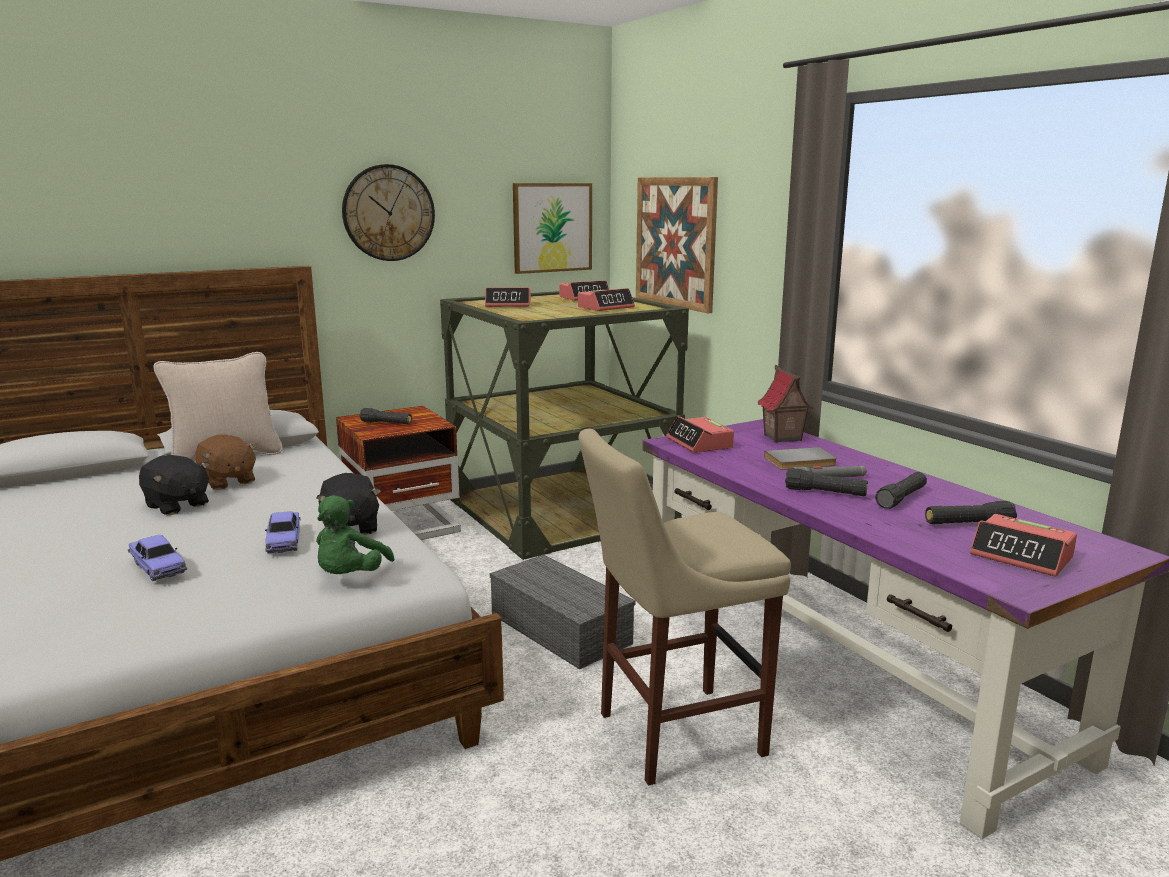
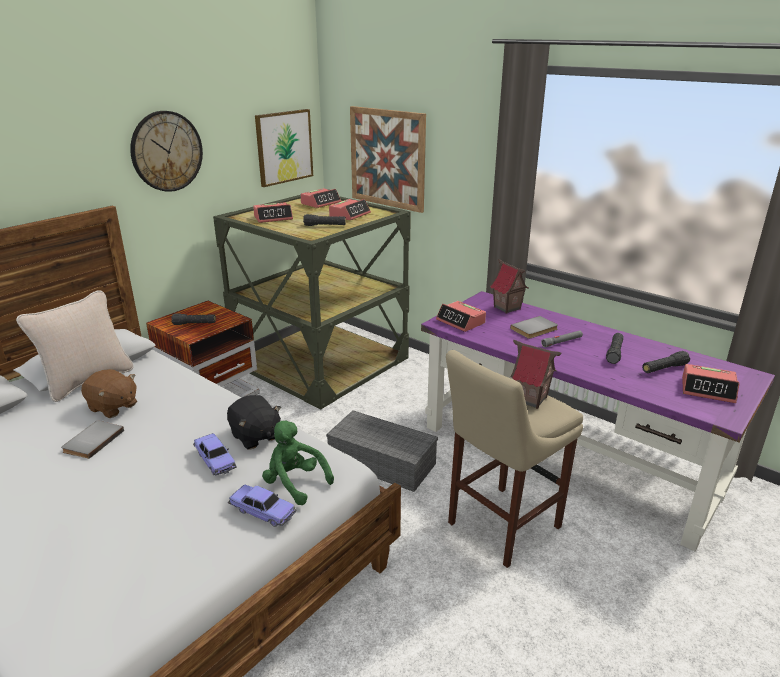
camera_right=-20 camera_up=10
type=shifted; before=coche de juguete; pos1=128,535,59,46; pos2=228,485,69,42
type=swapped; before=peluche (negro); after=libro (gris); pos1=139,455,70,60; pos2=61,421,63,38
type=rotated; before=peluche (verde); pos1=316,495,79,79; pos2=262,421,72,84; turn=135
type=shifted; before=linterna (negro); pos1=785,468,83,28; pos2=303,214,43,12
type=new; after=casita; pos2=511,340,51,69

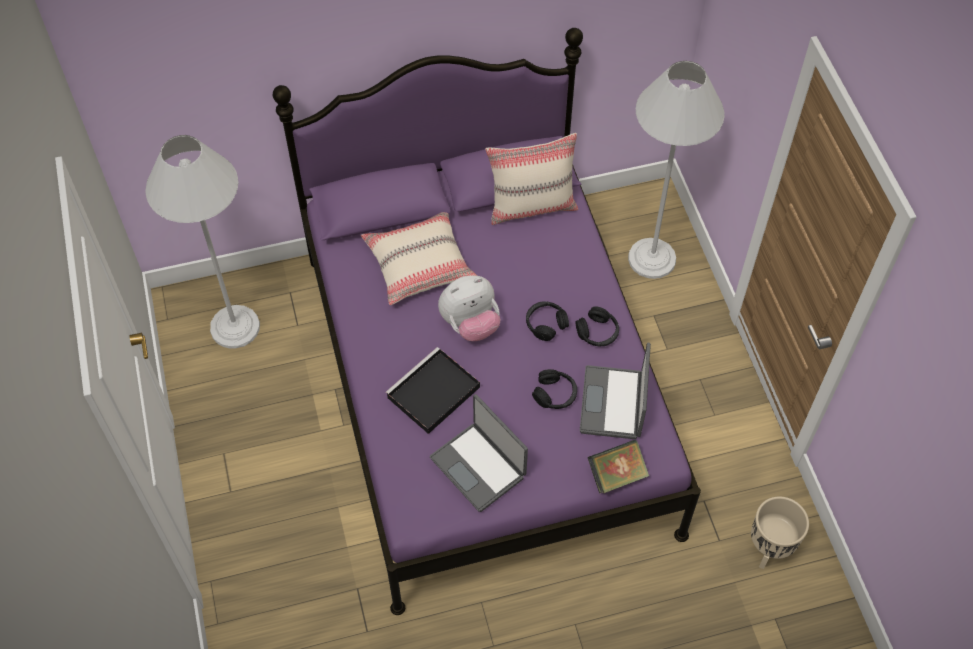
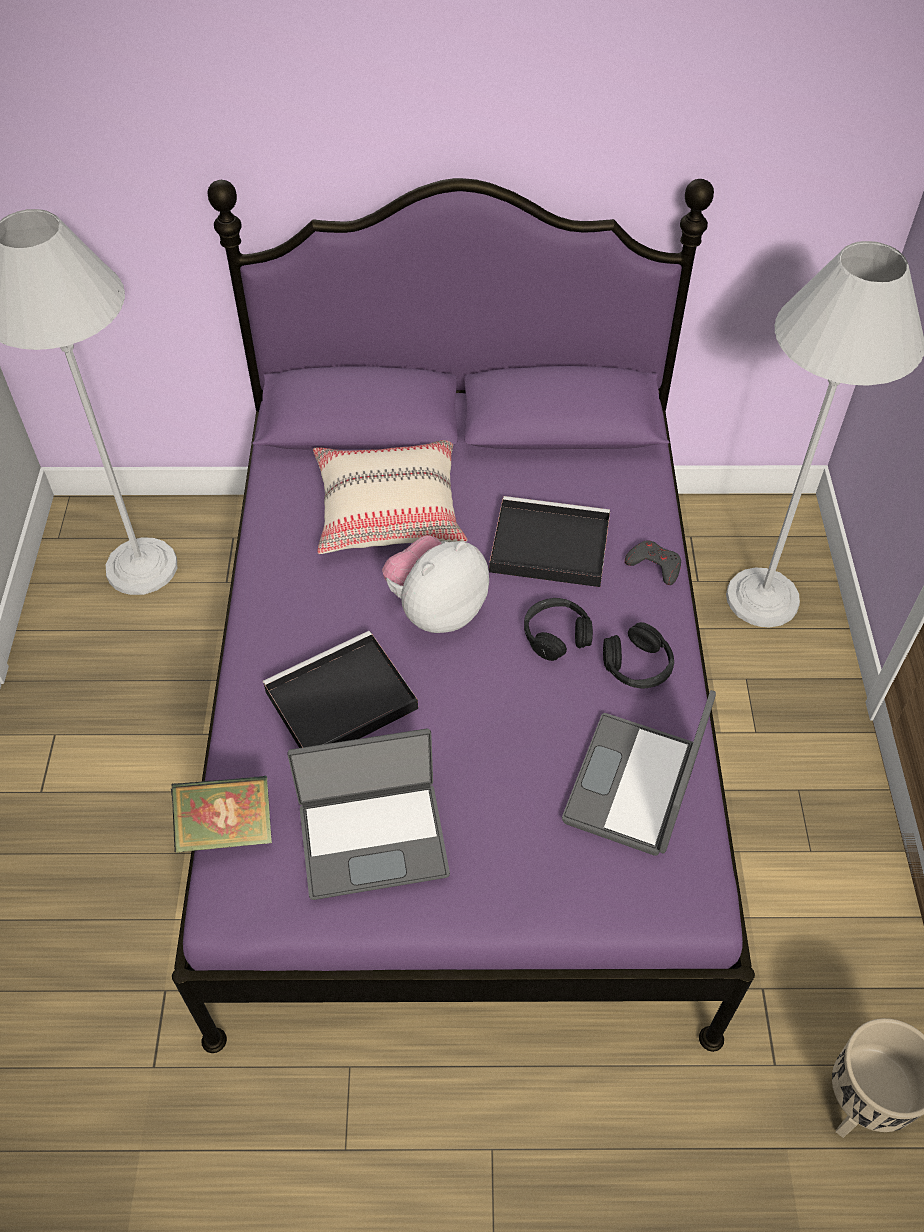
camera_right=15 camera_up=-5
type=rotated; before=portátil; pos1=430,394,98,118; pos2=287,729,163,171; turn=-75
type=rotated; before=peluche; pos1=438,275,62,66; pos2=382,535,107,98; turn=150
type=gone; before=cojín (beis); pos1=485,133,94,92
type=gone; before=auriculares (negro); pos1=532,369,45,40
type=shifted; before=libro; pos1=587,440,62,54; pos2=171,776,101,77
type=new; after=bandeja (negro); pos2=489,496,121,91
type=new; after=mando de consola (gris); pos2=625,540,56,45

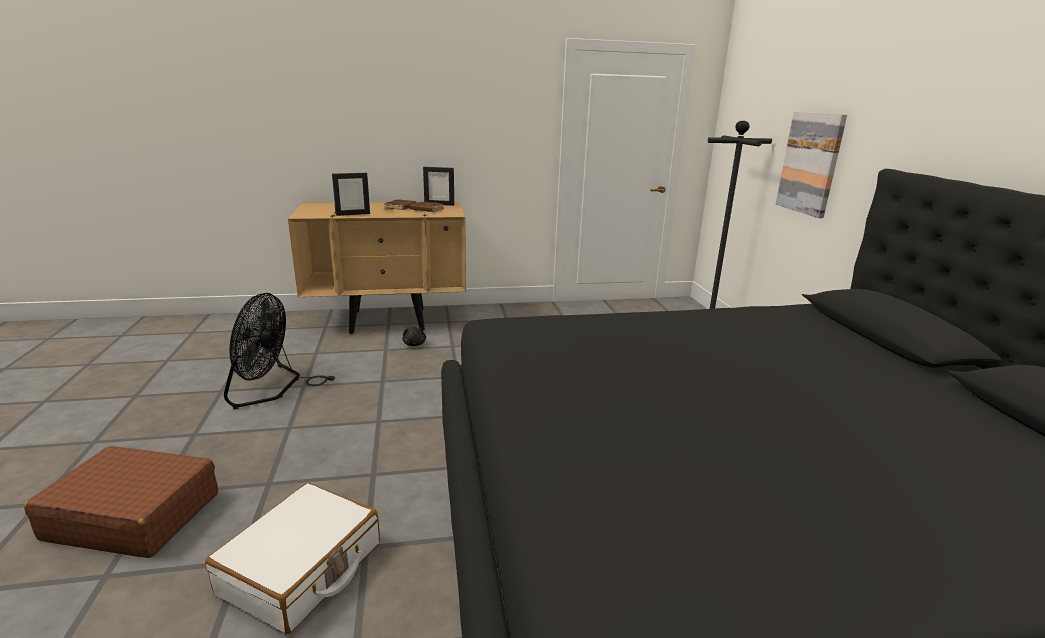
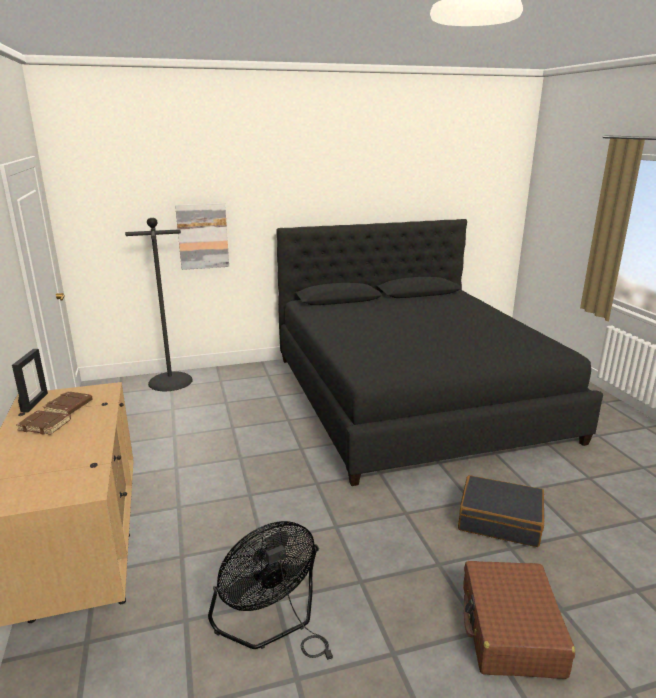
camera_right=-95 camera_up=0
type=repainted; before=maleta (blanco); after=maleta (negro); pos1=205,483,175,151; pos2=458,475,86,72
type=rotated; before=ventilador (negro); pos1=224,293,112,117; pos2=208,521,125,139; turn=150
type=gone; before=portarretratos; pos1=332,173,38,43
type=gone; before=peluche (negro); pos1=402,327,24,19

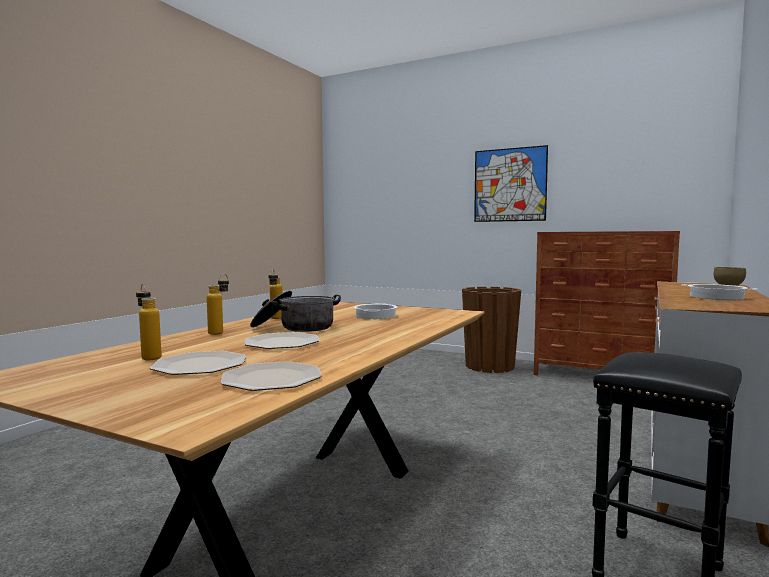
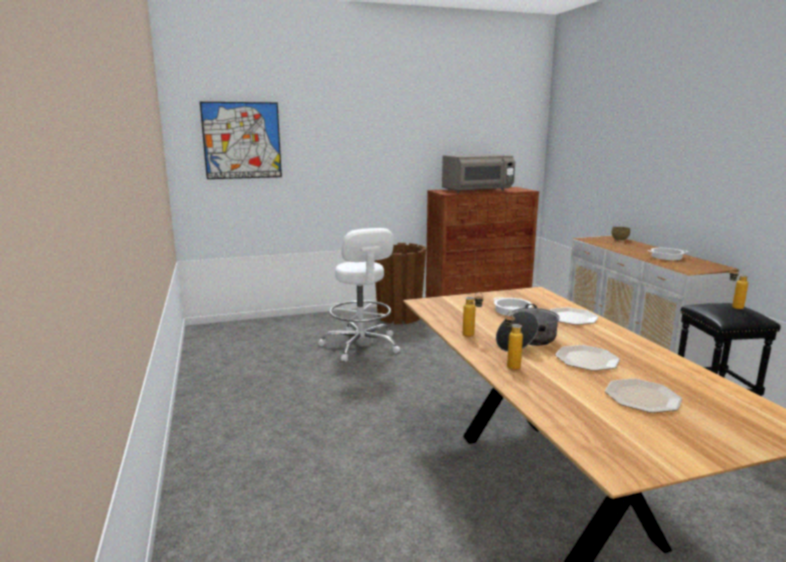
camera_right=-45 camera_up=10
type=shifted; before=botella; pos1=136,284,26,76; pos2=729,268,19,41
type=shifted; before=plato; pos1=221,361,101,30; pos2=550,307,49,18
type=shifted; before=cuadro; pos1=474,145,74,77; pos2=200,102,82,77
type=new; after=taburete (blanco); pos2=318,228,83,134
type=new; after=microondas (gris); pos2=442,154,73,39

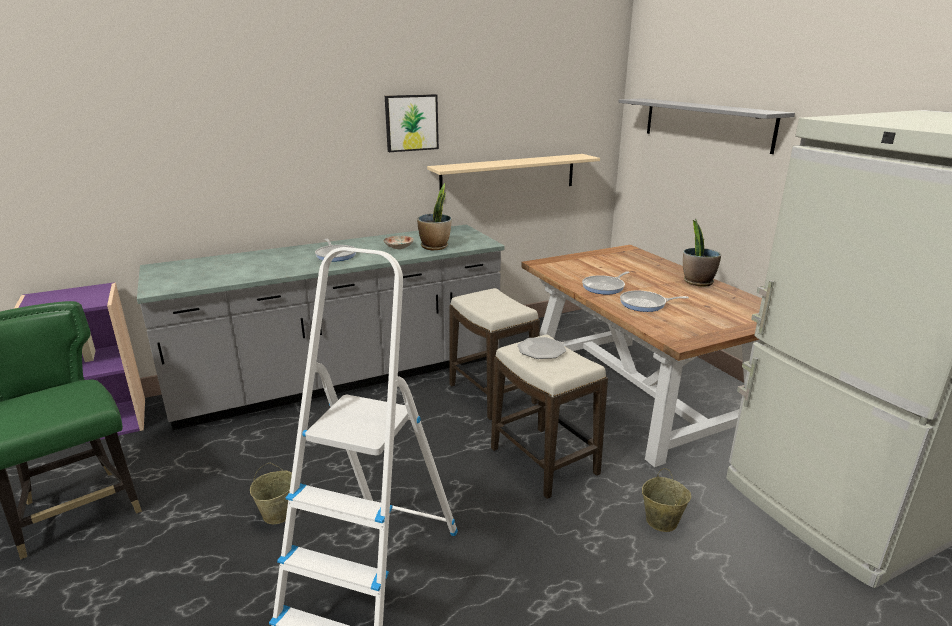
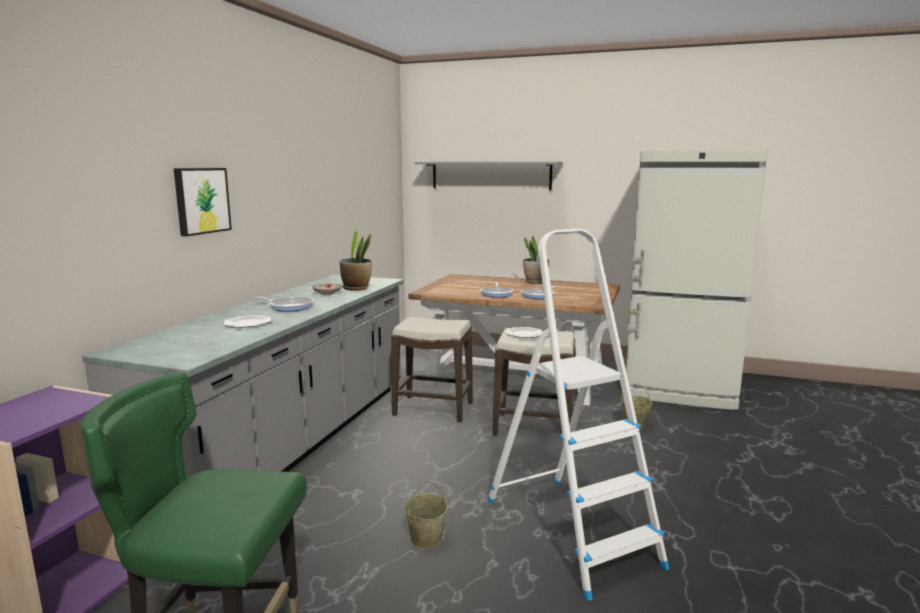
camera_right=-45 camera_up=-10
type=shifted; before=cuadro; pos1=385,94,54,58; pos2=174,168,58,69
type=gone; before=estante (beis); pos1=427,154,173,35
type=new; after=plato; pos2=223,315,48,13

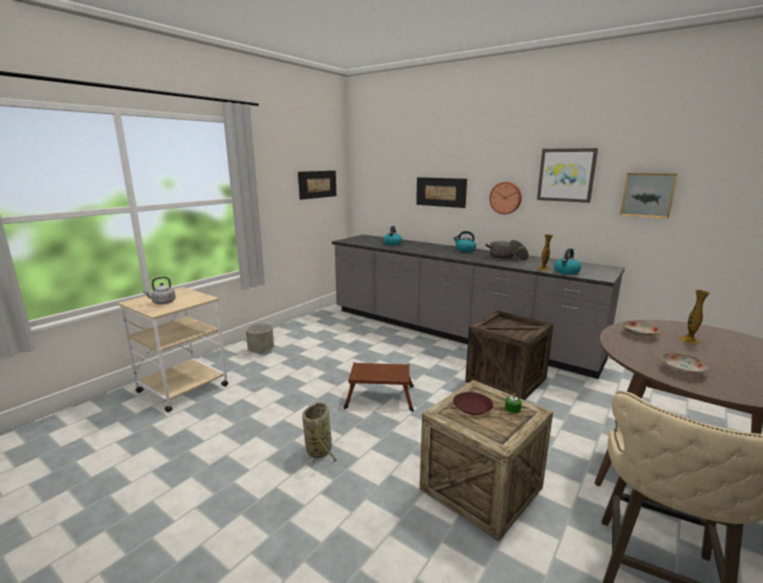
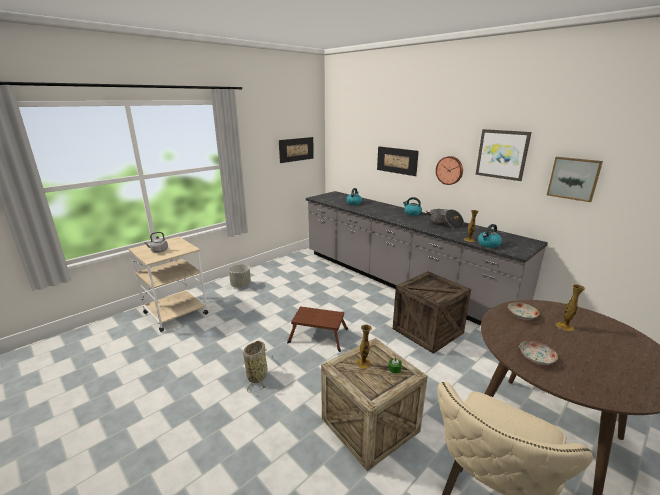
camera_right=10 camera_up=5
type=swapped; before=plato (marrón); after=florero; pos1=453,392,40,23; pos2=356,324,16,45

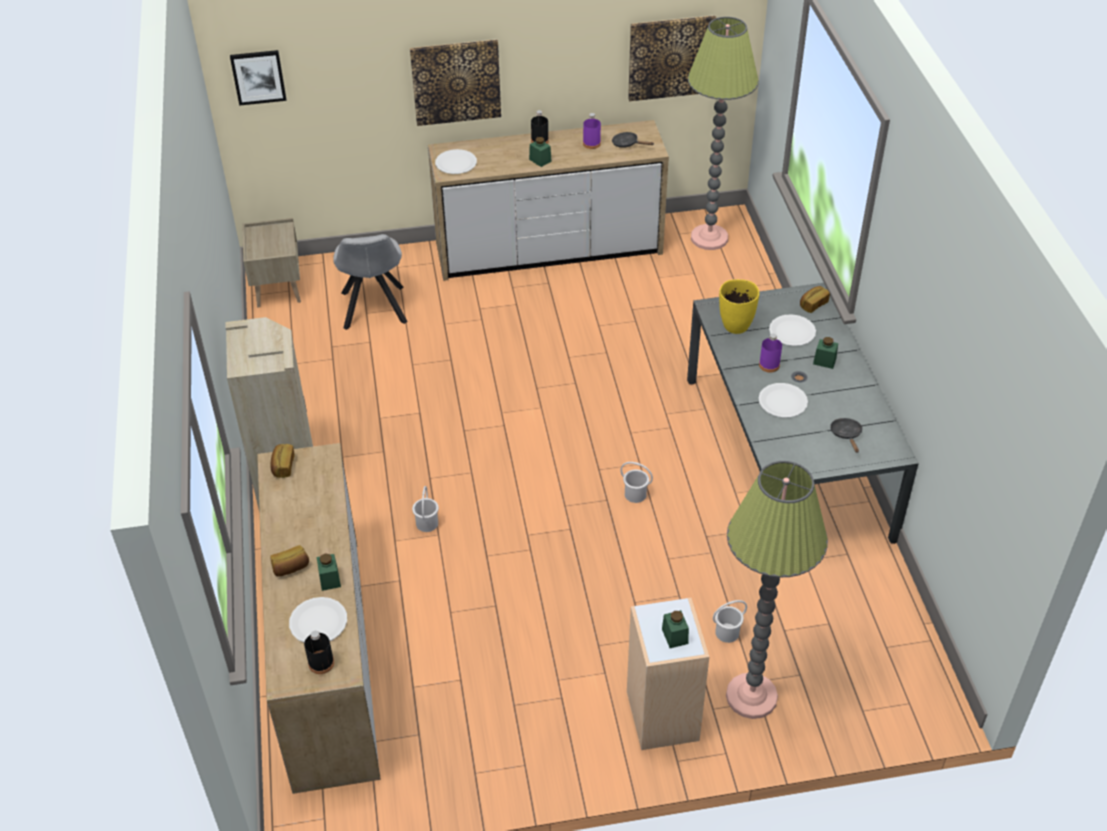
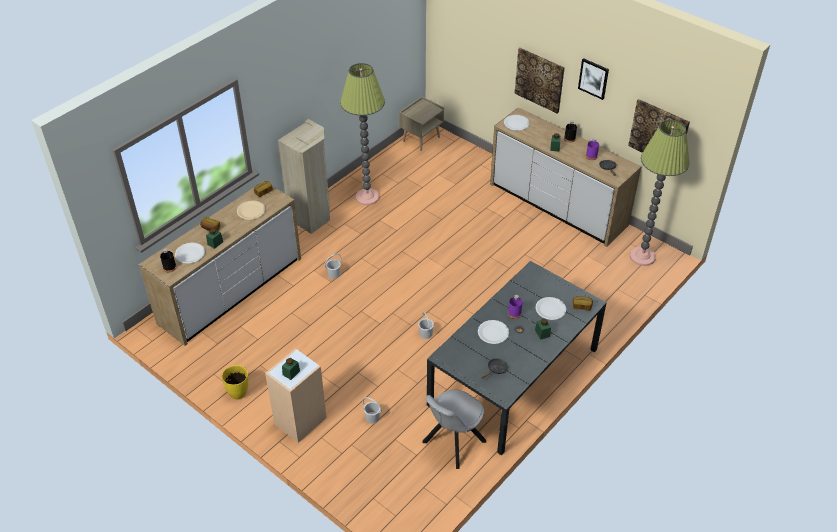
camera_right=50 camera_up=0
type=shifted; before=cuadro; pos1=230,50,57,56; pos2=578,58,31,42
type=shifted; before=silla (gris); pos1=333,234,75,96; pos2=423,389,63,80
type=shifted; before=florero (amarillo); pos1=719,279,40,55; pos2=222,365,26,34
type=shifted; before=lámpara de pie; pos1=726,461,102,258; pos2=340,63,45,142
type=new; after=plato (beis); pos2=237,201,28,19

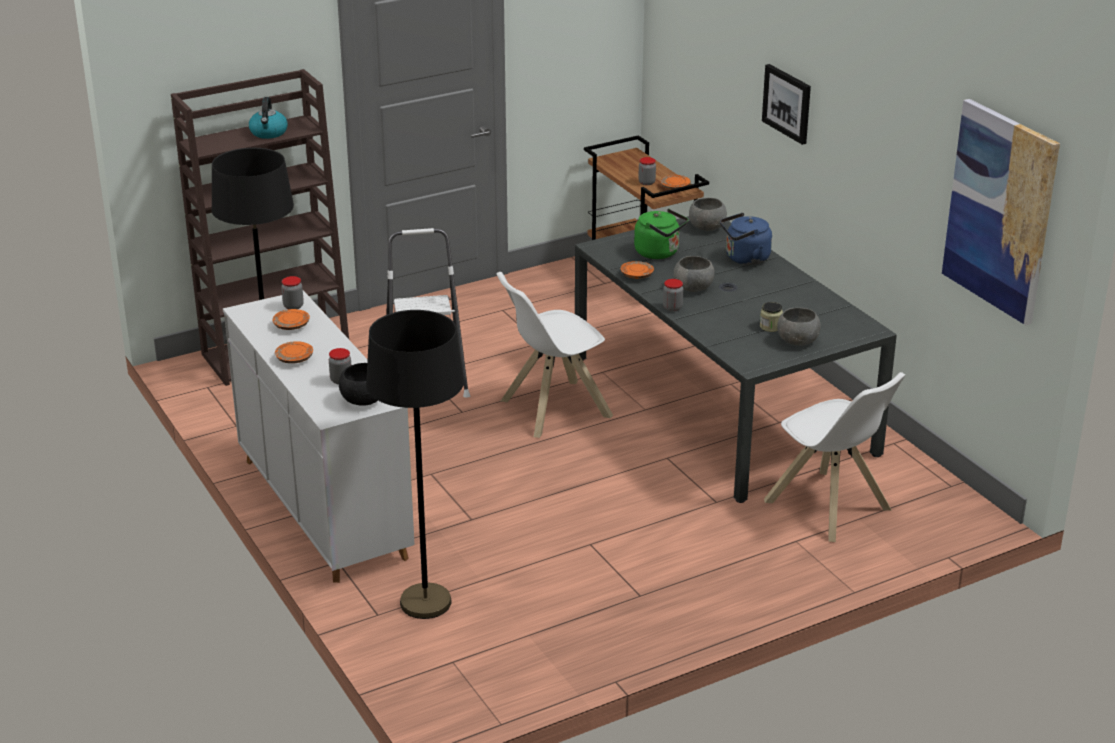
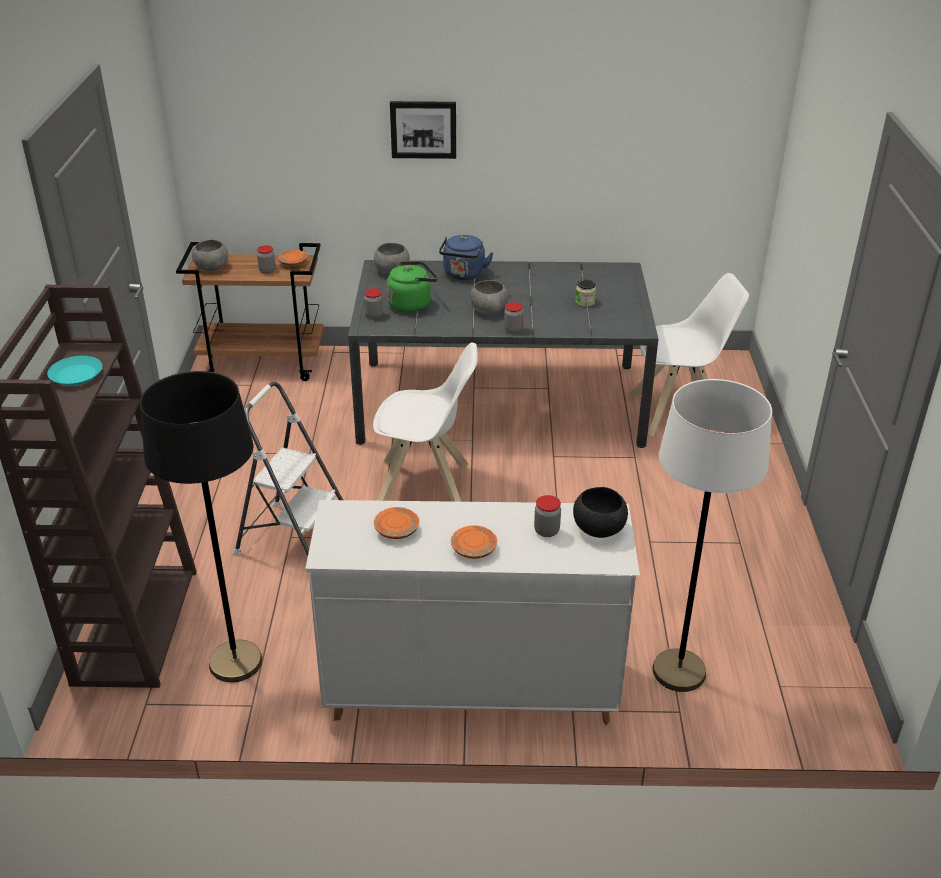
camera_right=-60 camera_up=5
type=swapped; before=hervidor; after=plato (turquesa); pos1=249,97,39,42; pos2=47,356,55,30
type=shifted; before=tarro; pos1=281,276,23,33; pos2=364,288,19,31
type=repainted; before=lámpara de pie (negro); after=lámpara de pie (blanco); pos1=366,310,98,309; pos2=652,379,120,313
type=rotated; before=silla (blanco); pos1=496,272,117,166; pos2=373,342,105,160; turn=-90
type=gone; before=plato (naranja); pos1=620,261,34,18
type=shifted; before=cuenco (gris); pos1=777,307,44,39; pos2=192,240,36,31
type=gone; before=cuadro; pos1=942,99,118,226

